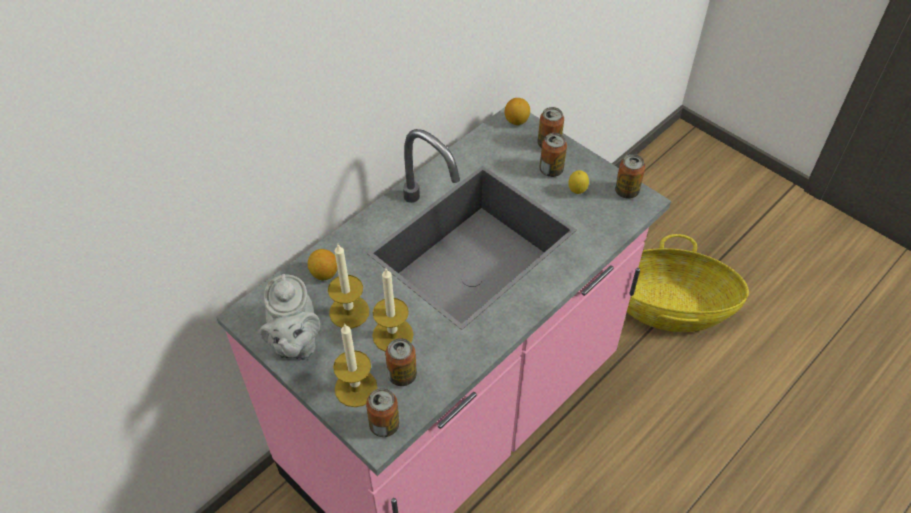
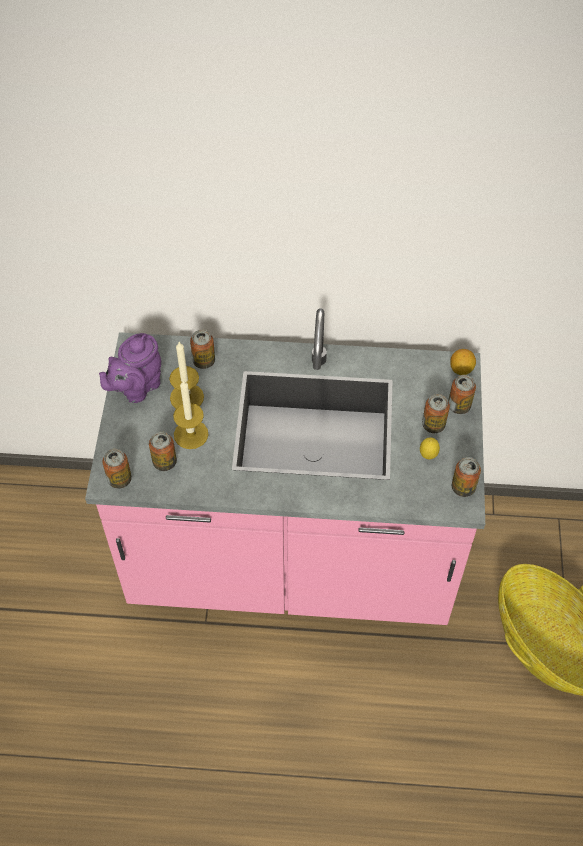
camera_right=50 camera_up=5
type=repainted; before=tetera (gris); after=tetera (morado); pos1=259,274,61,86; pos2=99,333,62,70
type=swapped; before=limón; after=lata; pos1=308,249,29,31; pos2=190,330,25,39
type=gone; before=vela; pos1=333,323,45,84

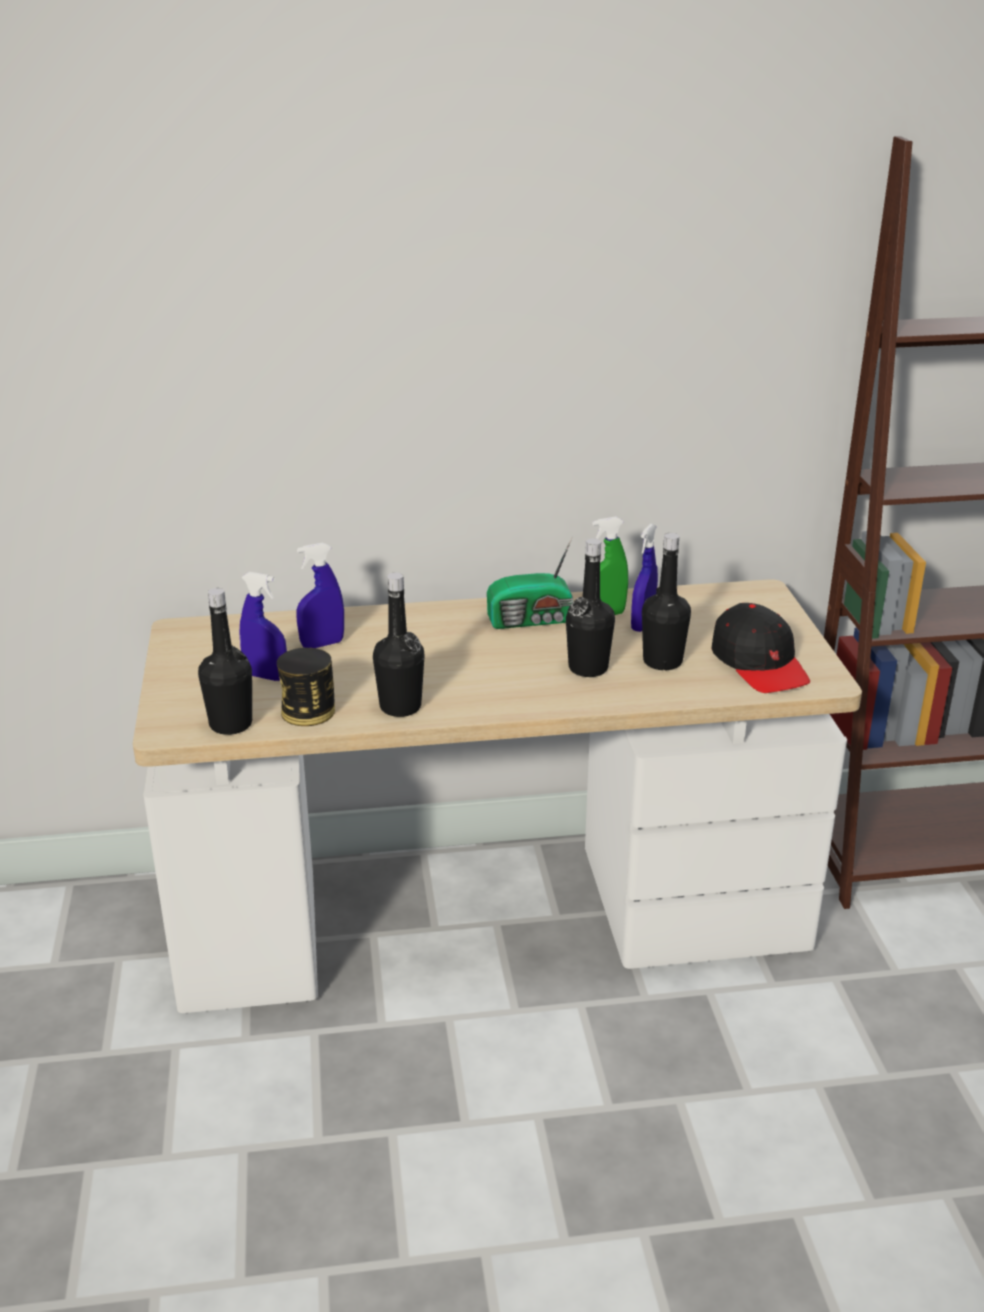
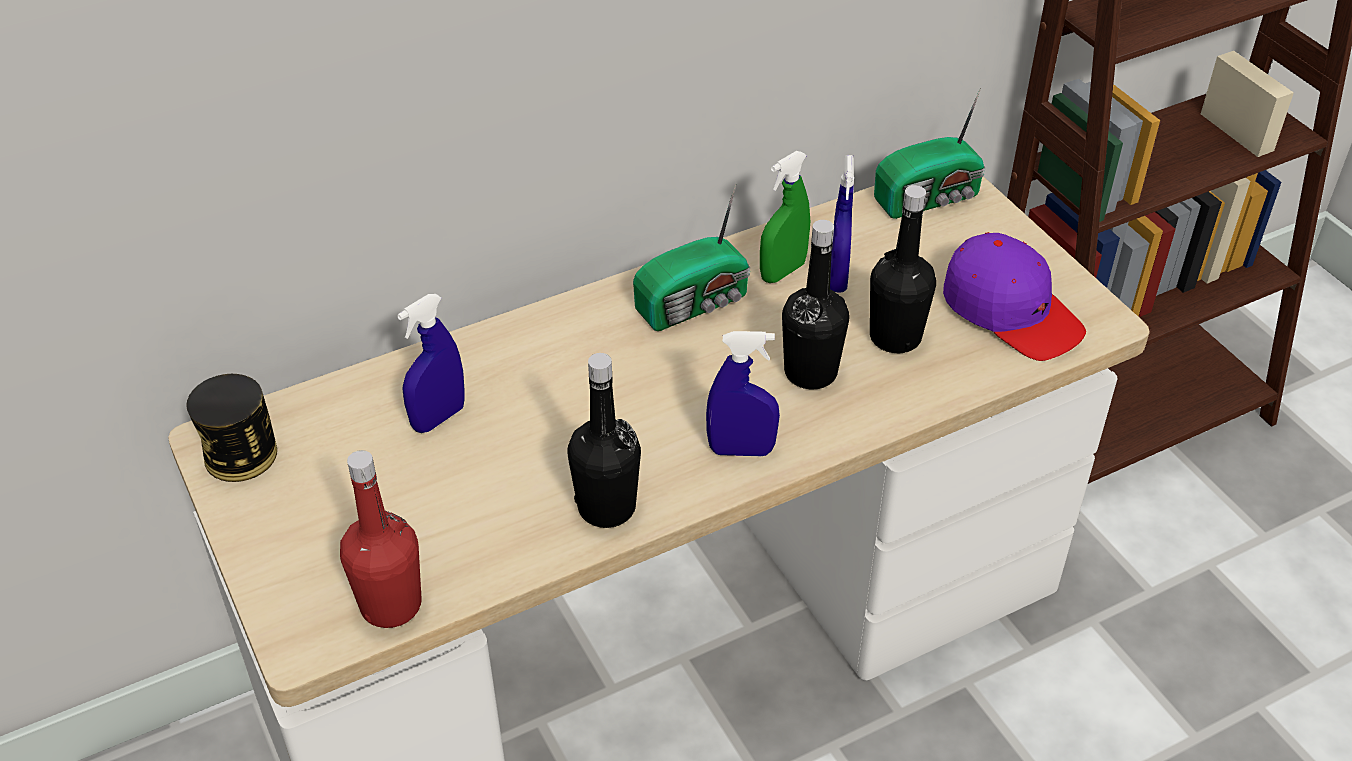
camera_right=-20 camera_up=15
type=repainted; before=botella (negro); after=botella (rojo); pos1=198,588,54,147; pos2=340,450,81,178
type=shifted; before=pulverizador (azul); pos1=239,572,48,109; pos2=706,331,74,125
type=shifted; before=lata; pos1=277,648,58,78; pos2=186,374,91,108
type=repainted; before=gorra (negro); after=gorra (morado); pos1=711,603,99,90; pos2=943,232,143,129
type=new; after=radio; pos2=874,88,111,131

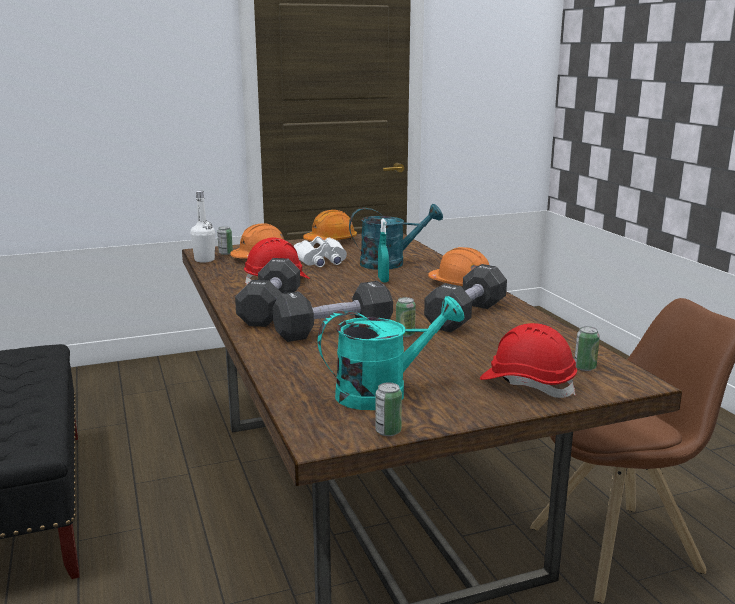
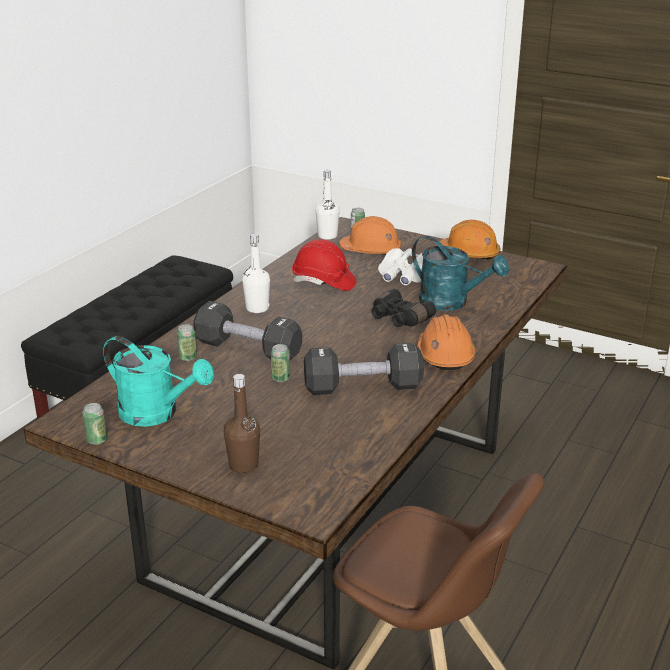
camera_right=50 camera_up=10
type=swapped; before=mancuerna (negro); after=botella (blanco); pos1=235,258,65,69; pos2=242,234,28,79
type=swapped; before=pulverizador (turquesa); after=prismáticos (negro); pos1=378,219,11,63; pos2=371,289,65,38
type=swapped; before=casco (rojo); after=botella (marrón); pos1=480,323,97,75; pos2=224,374,36,99
type=shifted; before=lata; pos1=575,326,25,45; pos2=177,324,20,37

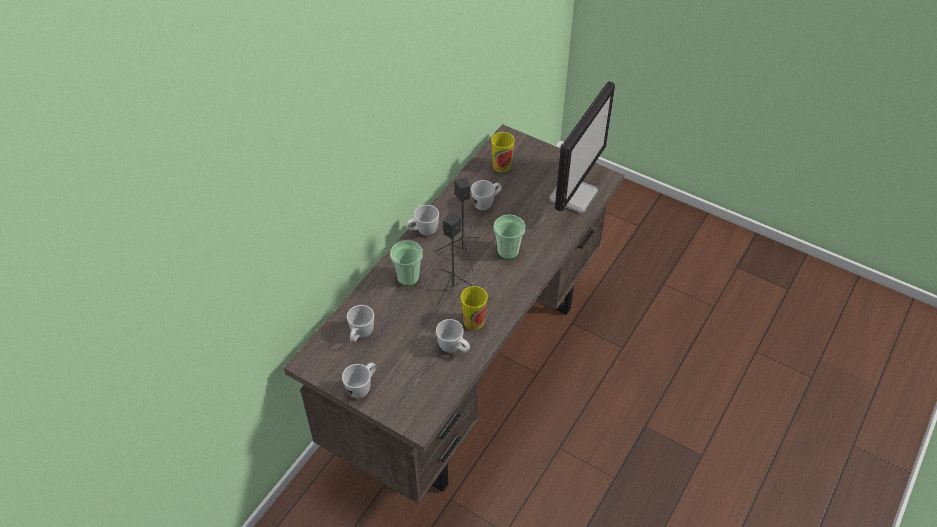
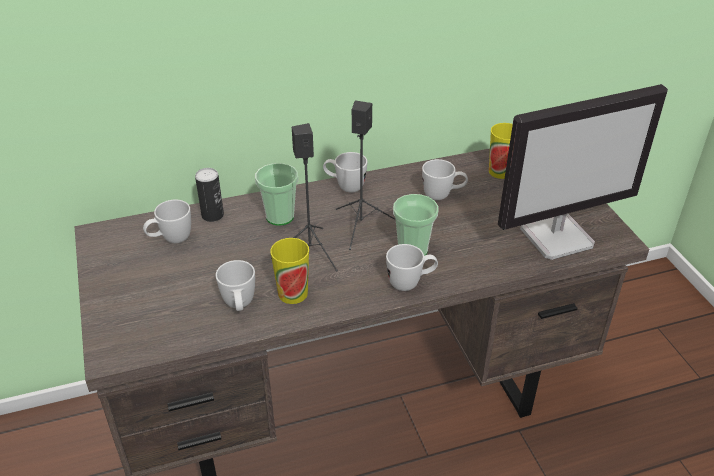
camera_right=40 camera_up=-10
type=shifted; before=taza grande (blanco); pos1=342,363,34,35; pos2=386,244,52,47
type=new; after=lata; pos2=195,168,29,54

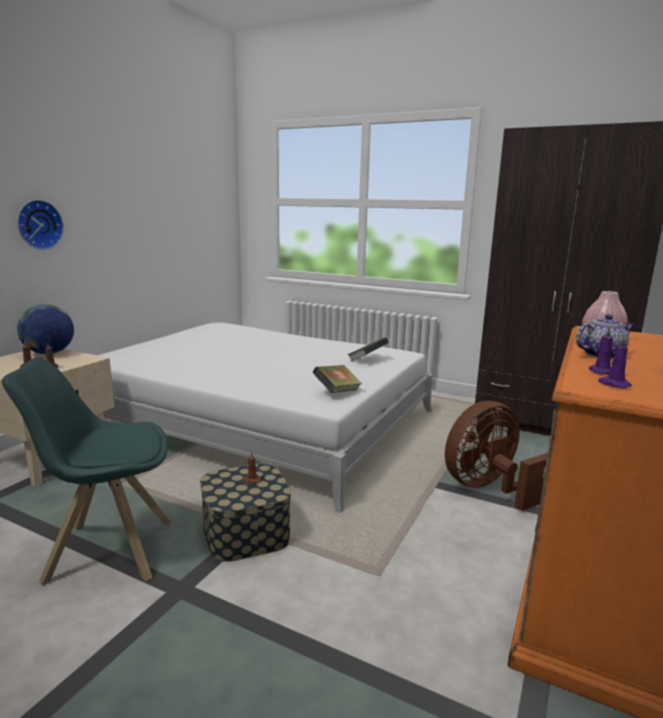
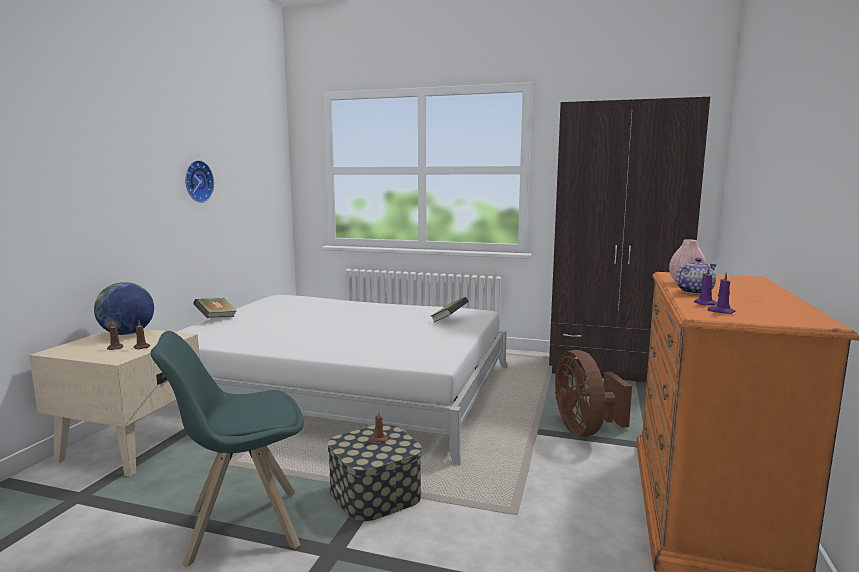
camera_right=-10 camera_up=-5
type=shifted; before=reloj de pared; pos1=17,200,47,50; pos2=185,160,29,43
type=shifted; before=libro; pos1=313,365,49,28; pos2=193,298,44,20
type=rotated; before=ventilador (marrón); pos1=445,401,103,110; pos2=555,350,77,87; turn=-60

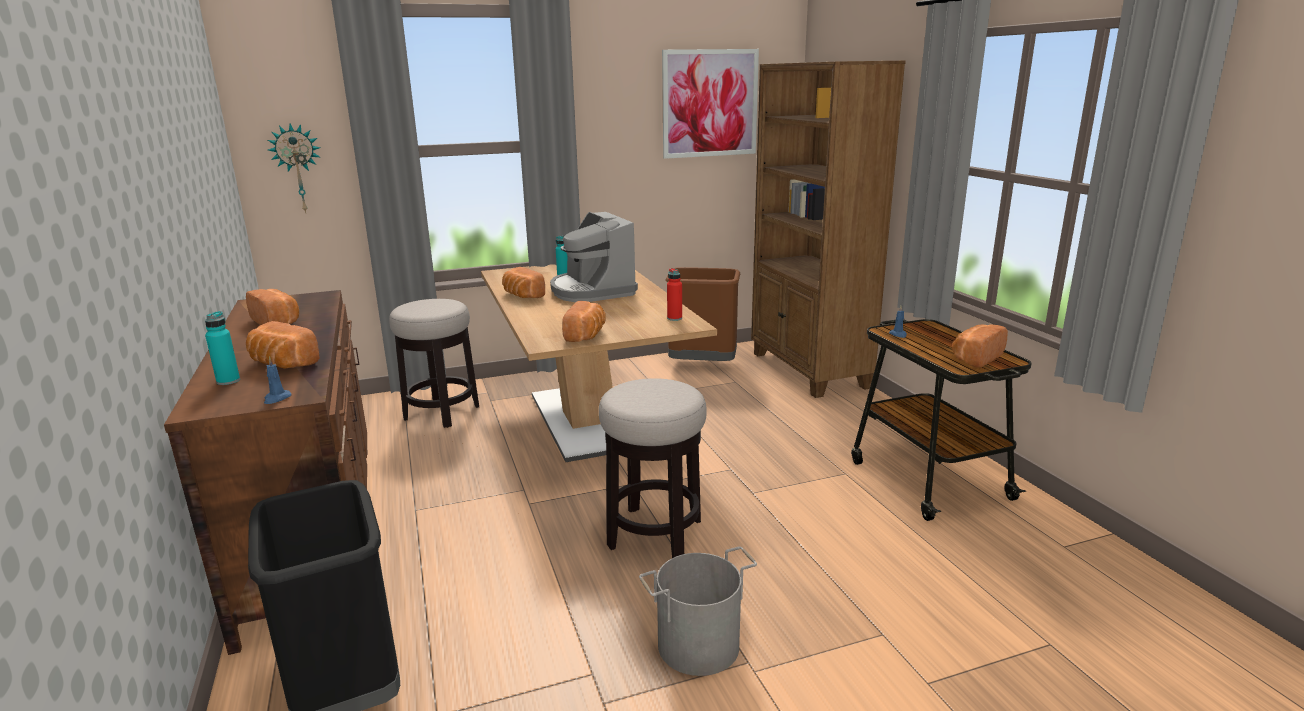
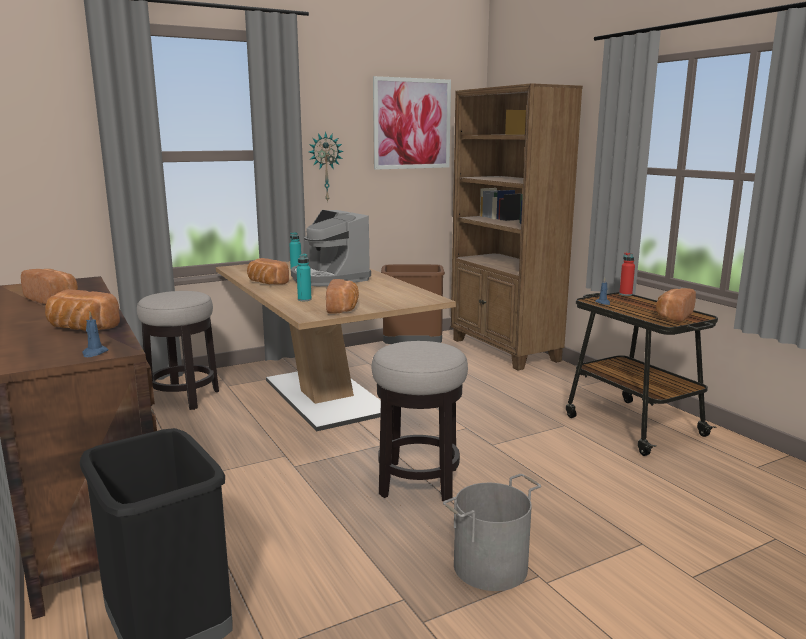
camera_right=-10 camera_up=-5
type=shifted; before=botella (turquesa); pos1=205,311,35,74; pos2=297,254,15,47
type=shifted; before=reloj de pared; pos1=268,123,53,90; pos2=309,132,35,70
type=shifted; before=botella (rojo); pos1=667,268,15,53; pos2=619,252,16,44

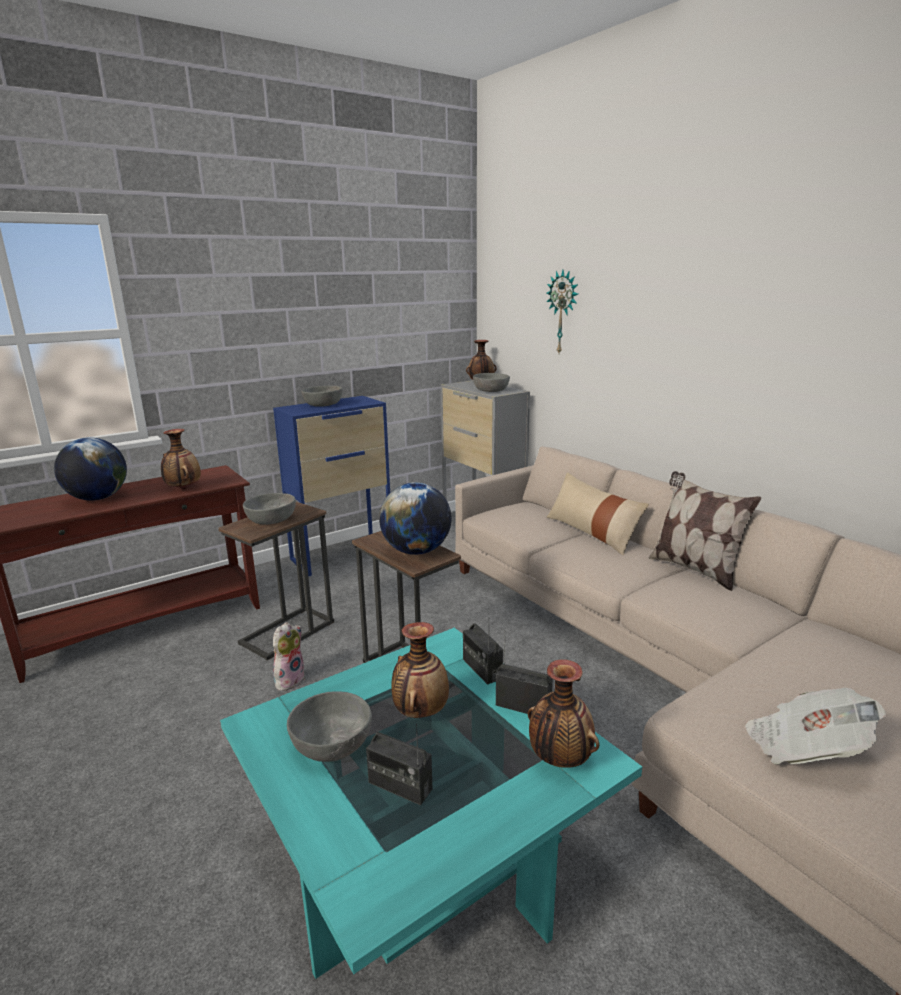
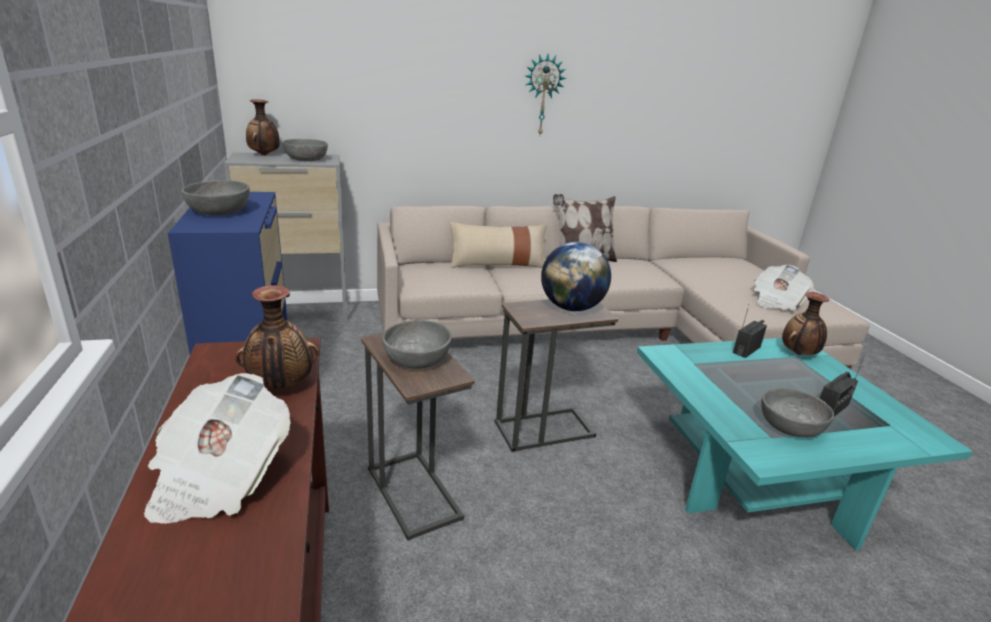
camera_right=-70 camera_up=5
type=swapped; before=globo terráqueo; after=periódico; pos1=54,437,73,64; pos2=144,373,147,151
type=gone; before=peluche; pos1=273,622,32,69
type=gone; before=florero; pos1=391,622,58,96
type=gone; before=radio; pos1=463,623,40,62
type=shifted; before=reloj de pared; pos1=546,270,32,83; pos2=525,54,41,81

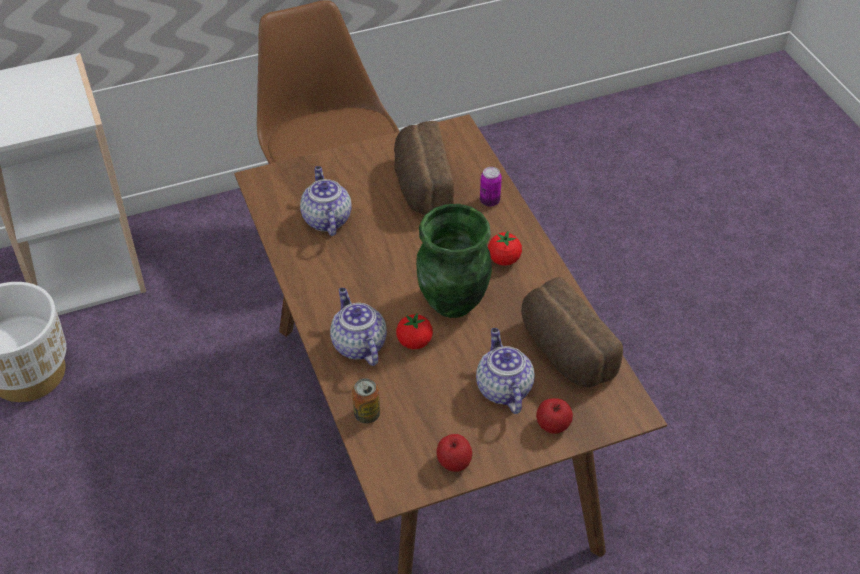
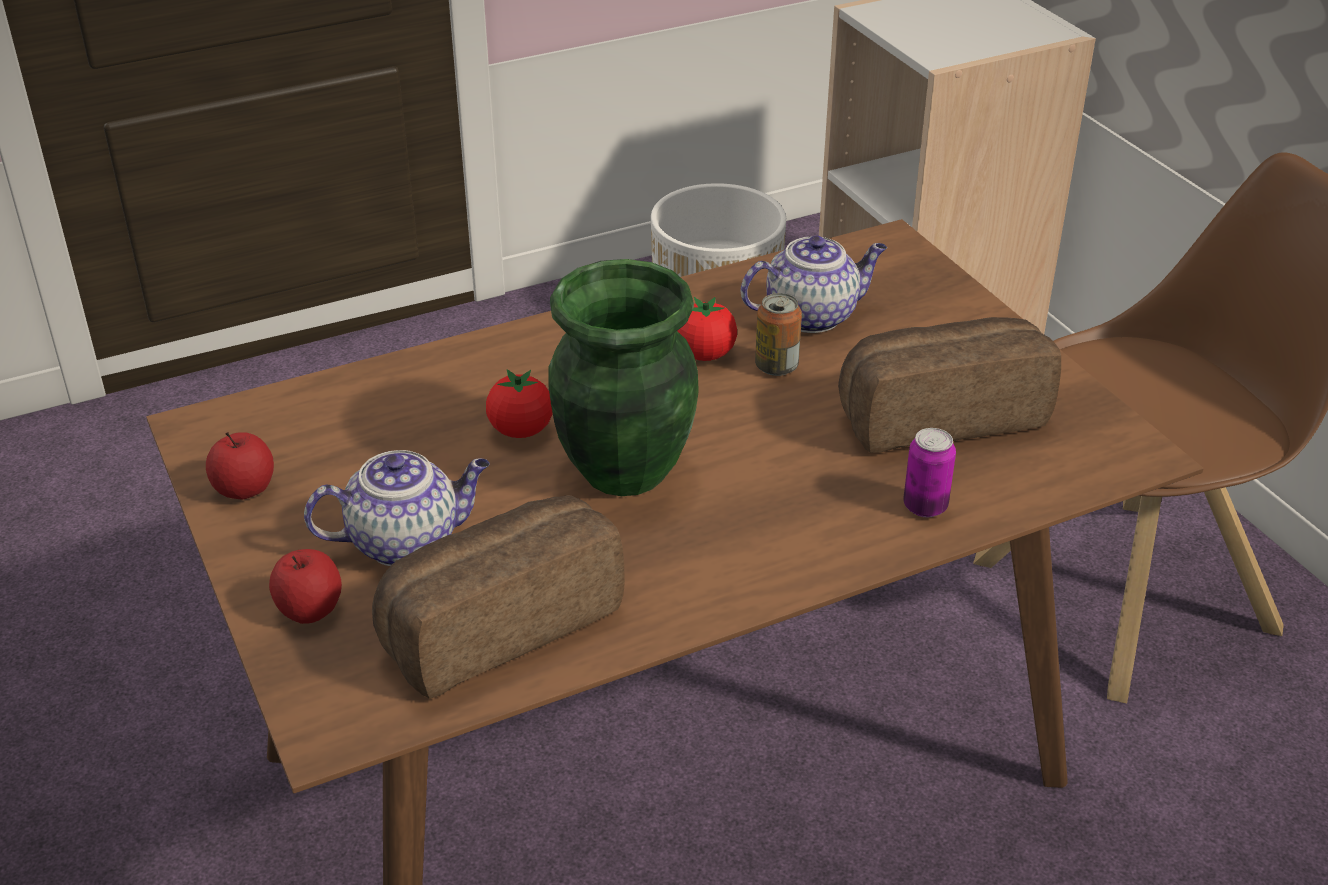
camera_right=85 camera_up=-10
type=gone; before=tetera; pos1=330,288,57,78
type=shifted; before=lata; pos1=352,378,28,46; pos2=755,293,47,83
type=shifted; before=tomate; pos1=488,231,34,35; pos2=677,297,60,64

